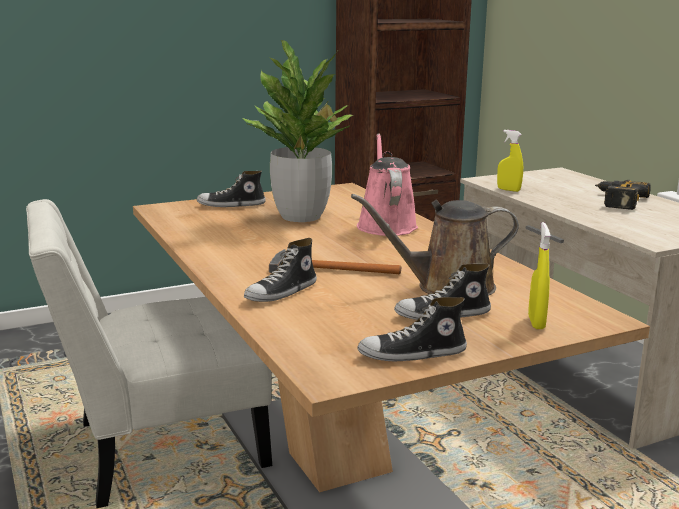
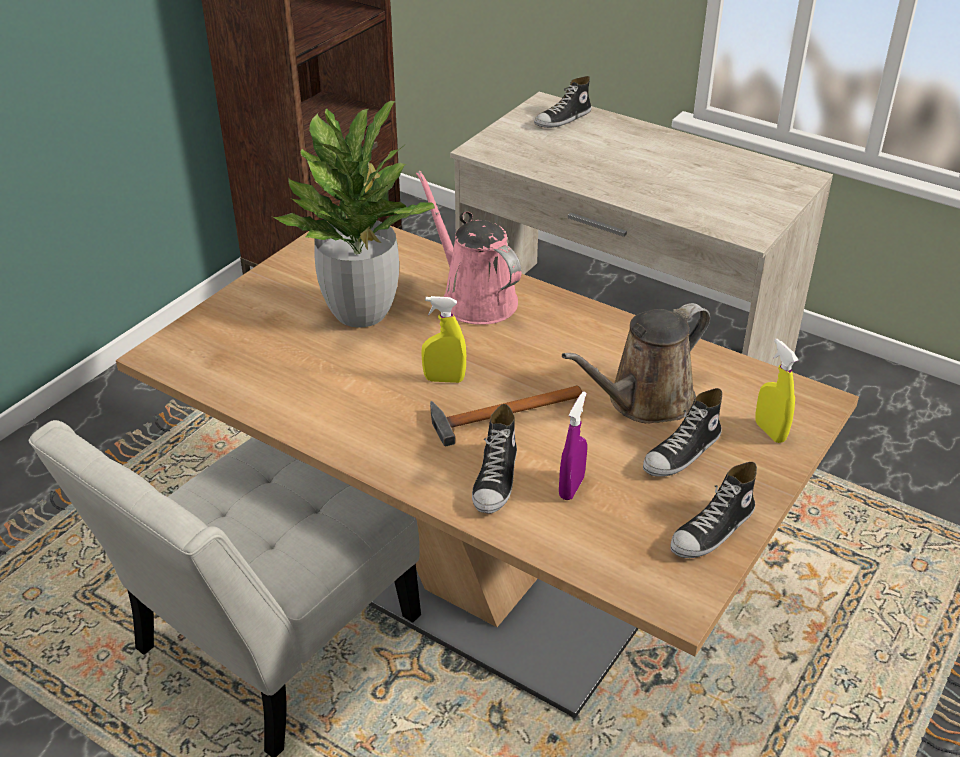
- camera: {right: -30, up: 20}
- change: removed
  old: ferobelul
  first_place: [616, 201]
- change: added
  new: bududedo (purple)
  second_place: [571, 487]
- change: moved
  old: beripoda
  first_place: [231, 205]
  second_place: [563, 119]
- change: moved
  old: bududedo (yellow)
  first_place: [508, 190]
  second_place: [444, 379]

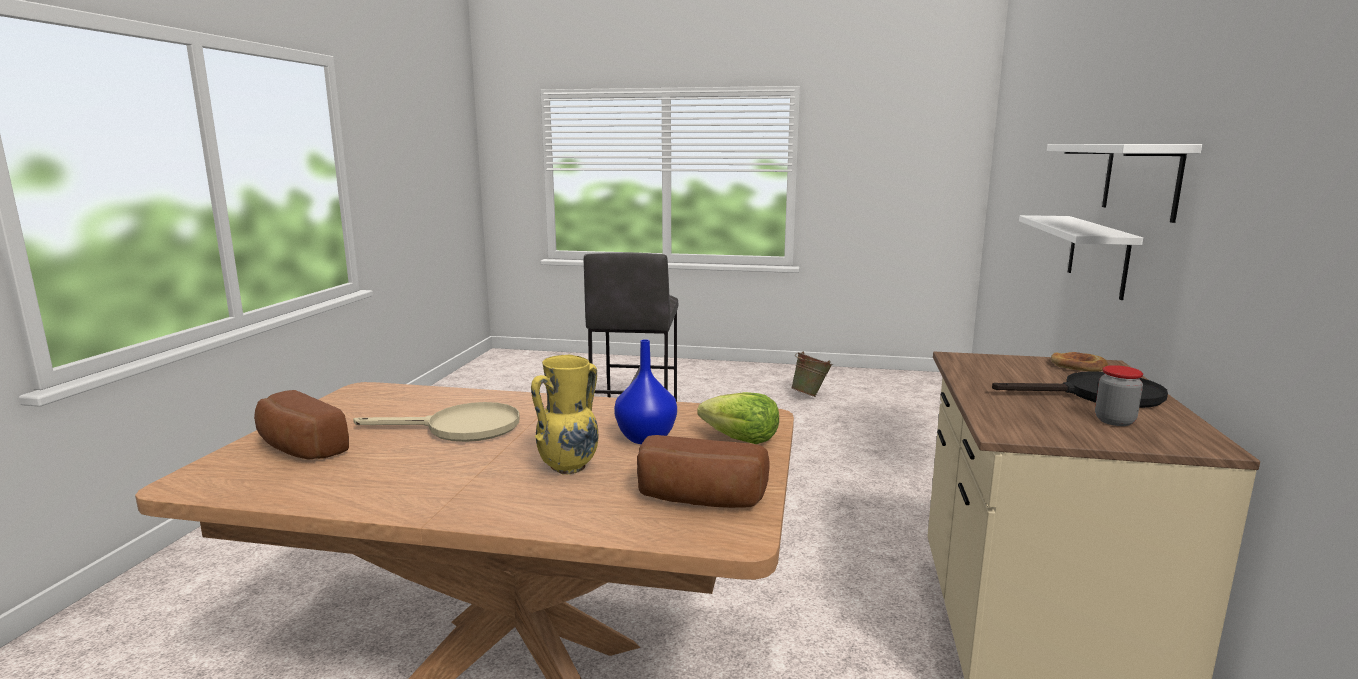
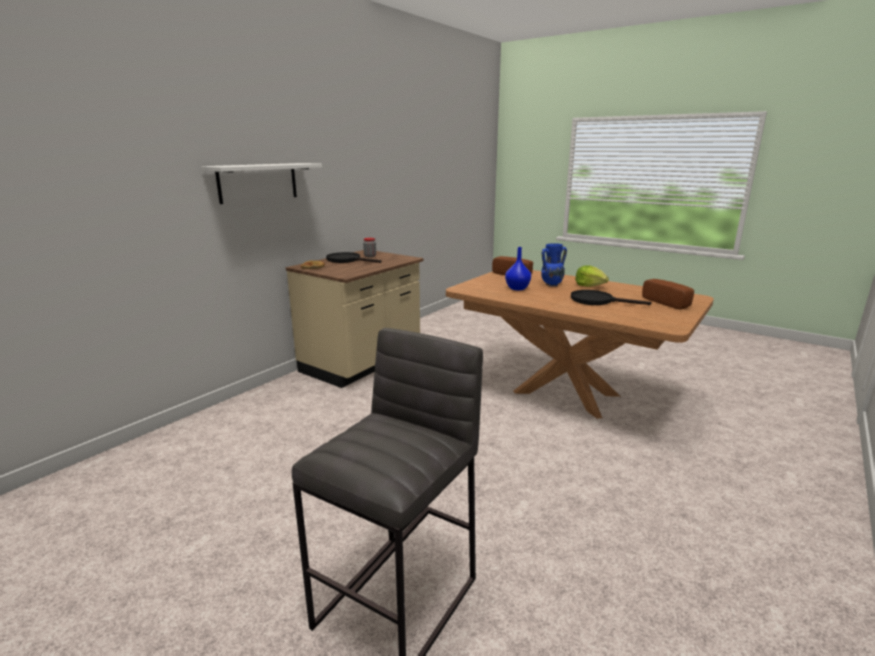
- camera: {right: -155, up: 5}
- change: removed
  old: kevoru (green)
  first_place: [810, 395]
- change: removed
  old: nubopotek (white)
  first_place: [1097, 255]
- change: moved
  old: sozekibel
  first_place: [741, 439]
  second_place: [590, 286]
- change: recoloured
  old: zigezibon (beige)
  new: zigezibon (black)
  first_place: [460, 428]
  second_place: [598, 301]
- change: recoloured
  old: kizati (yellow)
  new: kizati (blue)
  first_place: [569, 468]
  second_place: [551, 285]

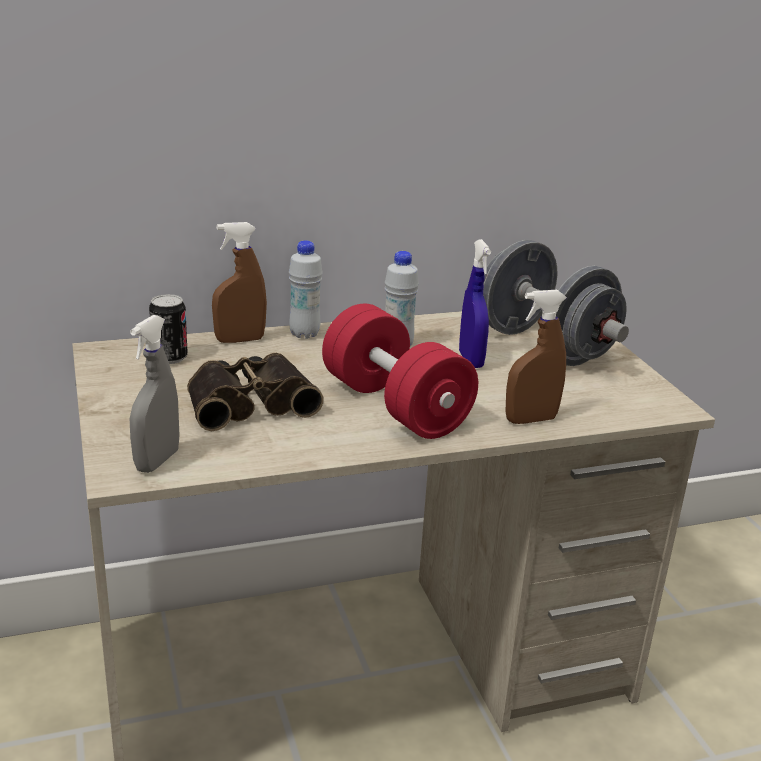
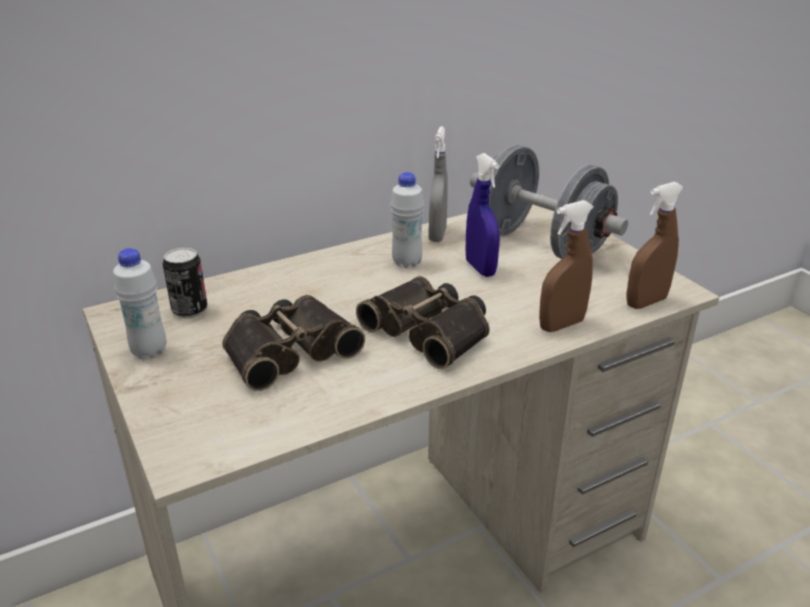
- camera: {right: -10, up: 5}
- change: moved
  old: bududedo (grey)
  first_place: [157, 461]
  second_place: [437, 235]
- change: moved
  old: bududedo (brown)
  first_place: [240, 340]
  second_place: [646, 302]
- change: moved
  old: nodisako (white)
  first_place: [304, 334]
  second_place: [149, 351]
- change: replaced
  old: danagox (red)
  new: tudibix
  first_place: [395, 406]
  second_place: [431, 330]

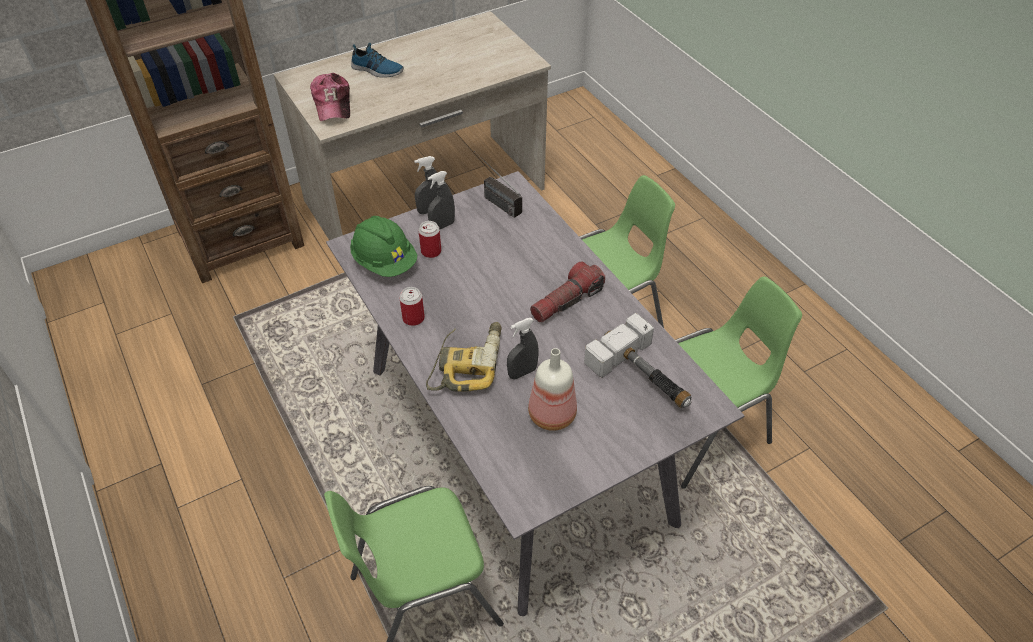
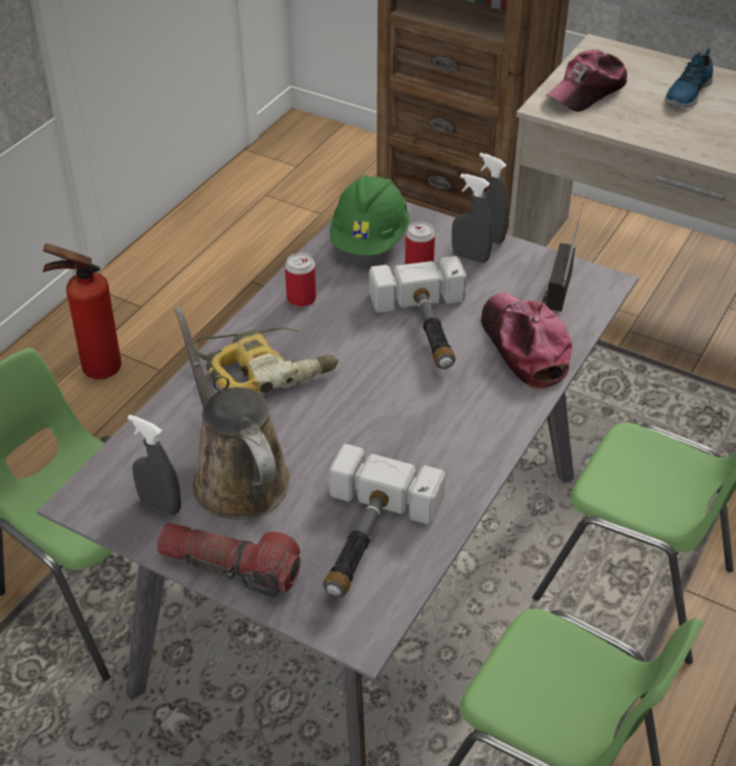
- camera: {right: 60, up: -5}
- change: added
  new: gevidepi
  second_place: [96, 369]
- change: added
  new: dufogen
  second_place: [428, 329]
- change: added
  new: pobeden
  second_place: [524, 346]
- change: moved
  old: bududedo (grey)
  first_place: [522, 372]
  second_place: [160, 505]
- change: moved
  old: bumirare
  first_place: [566, 301]
  second_place: [230, 567]
- change: replaced
  old: nodisako
  new: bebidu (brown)
  first_place: [553, 416]
  second_place: [236, 475]
- change: turned
  old: beripoda
  first_place: [377, 70]
  second_place: [687, 93]
  degrees: 45

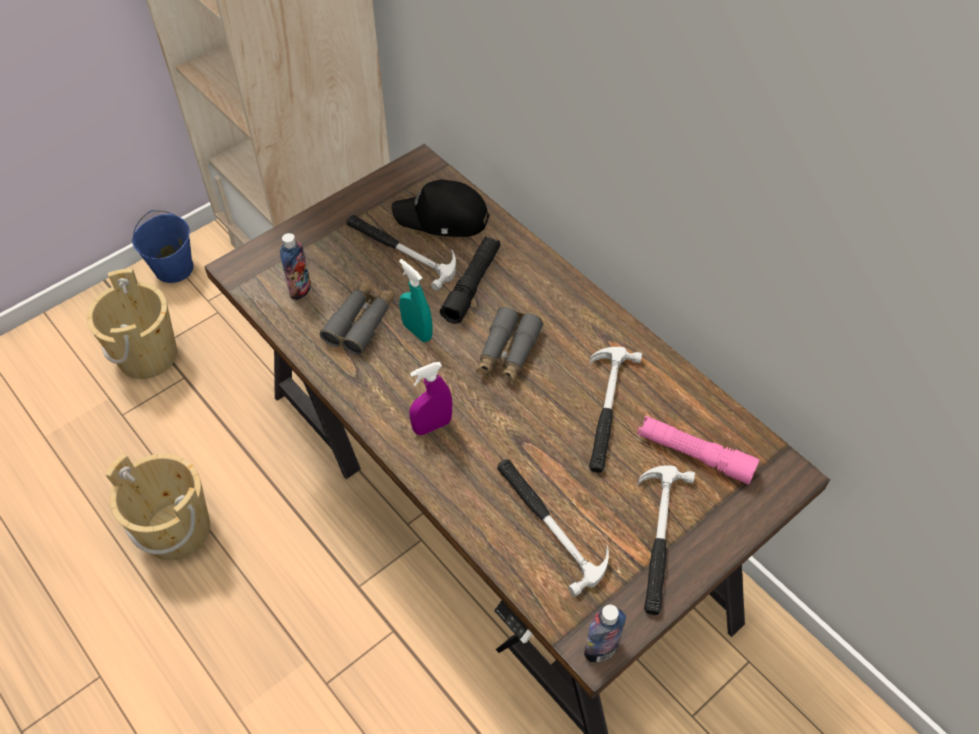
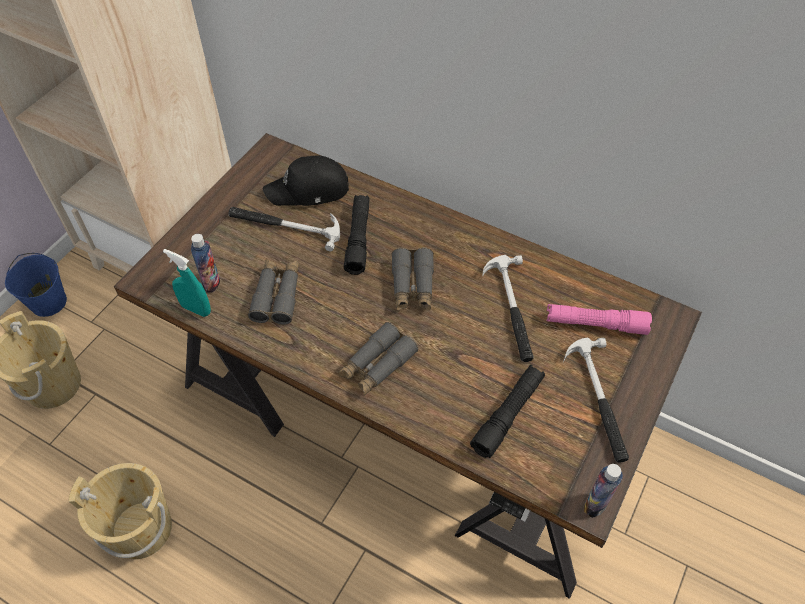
- camera: {right: -20, up: 0}
- change: moved
  old: bududedo (turquoise)
  first_place: [417, 331]
  second_place: [196, 309]
- change: replaced
  old: bududedo (purple)
  new: tudibix (grey)
  first_place: [432, 426]
  second_place: [377, 365]
- change: replaced
  old: dufogen
  new: bumirare (black)
  first_place: [549, 522]
  second_place: [508, 415]

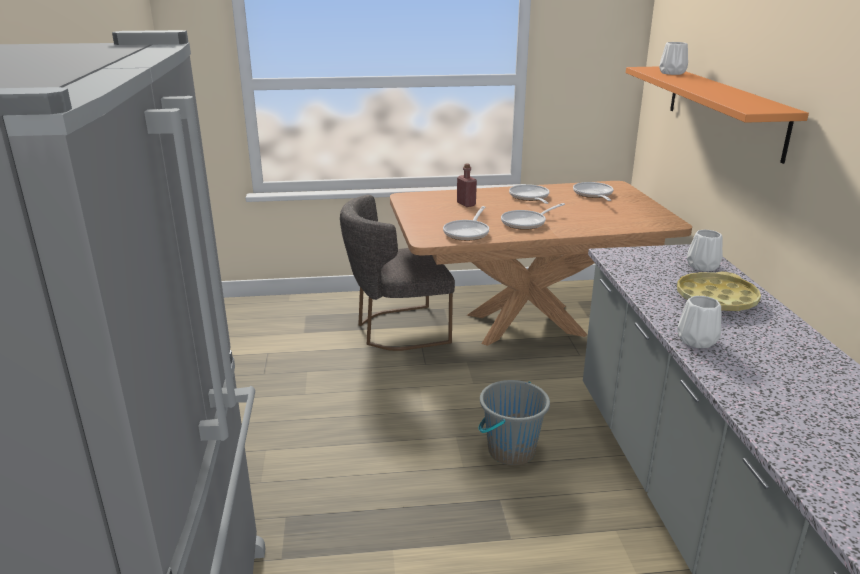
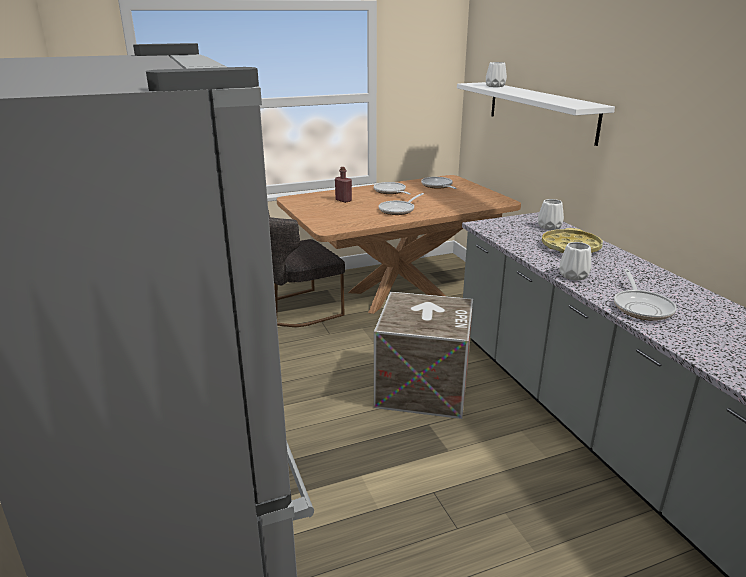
- camera: {right: -15, up: 0}
- change: moved
  old: zigezibon
  first_place: [468, 232]
  second_place: [641, 307]
- change: replaced
  old: kevoru (grey)
  new: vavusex
  first_place: [511, 451]
  second_place: [422, 388]
- change: recoloured
  old: nubopotek (orange)
  new: nubopotek (white)
  first_place: [723, 109]
  second_place: [540, 111]

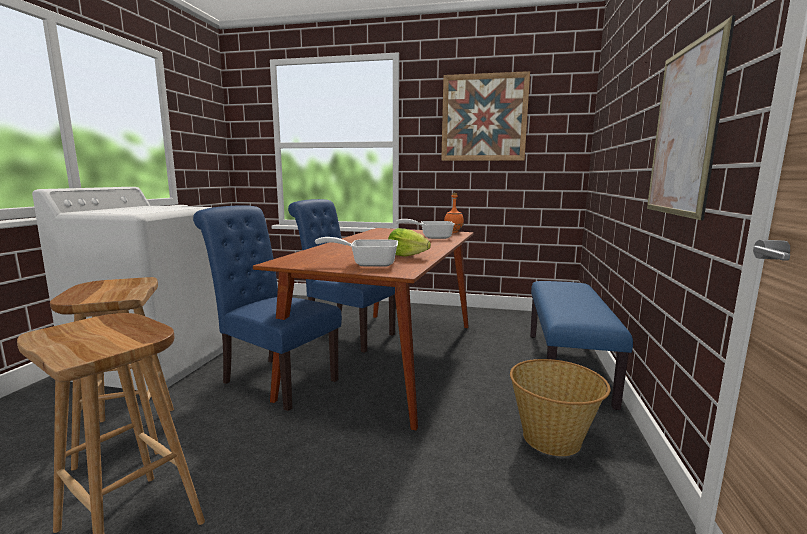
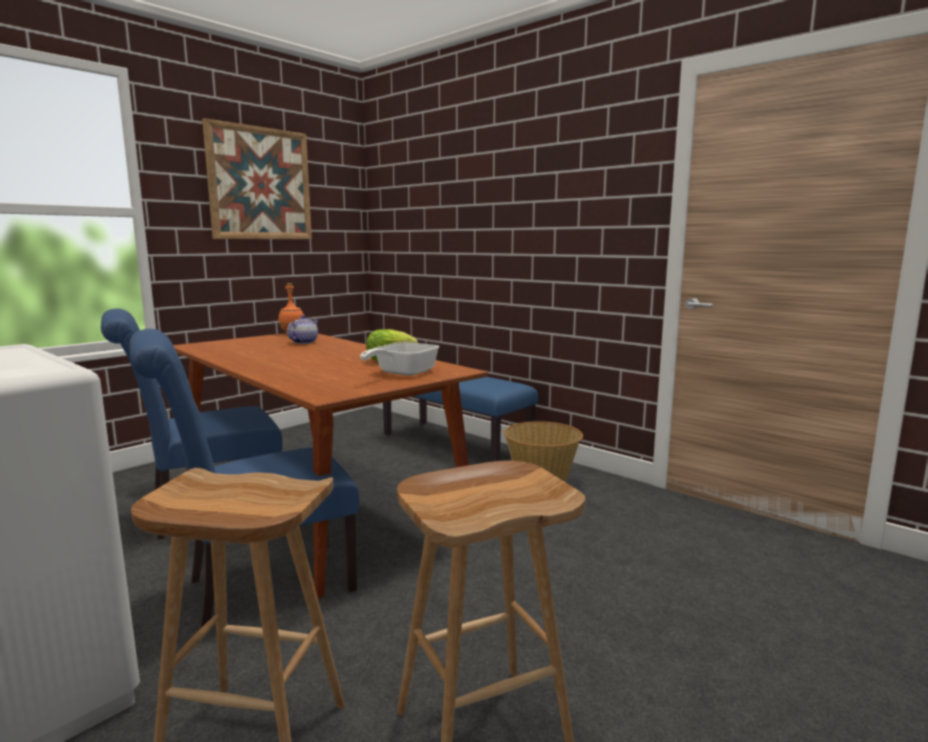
- camera: {right: -60, up: 0}
- change: removed
  old: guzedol
  first_place: [683, 131]
- change: replaced
  old: zigezibon
  new: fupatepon
  first_place: [431, 237]
  second_place: [303, 342]

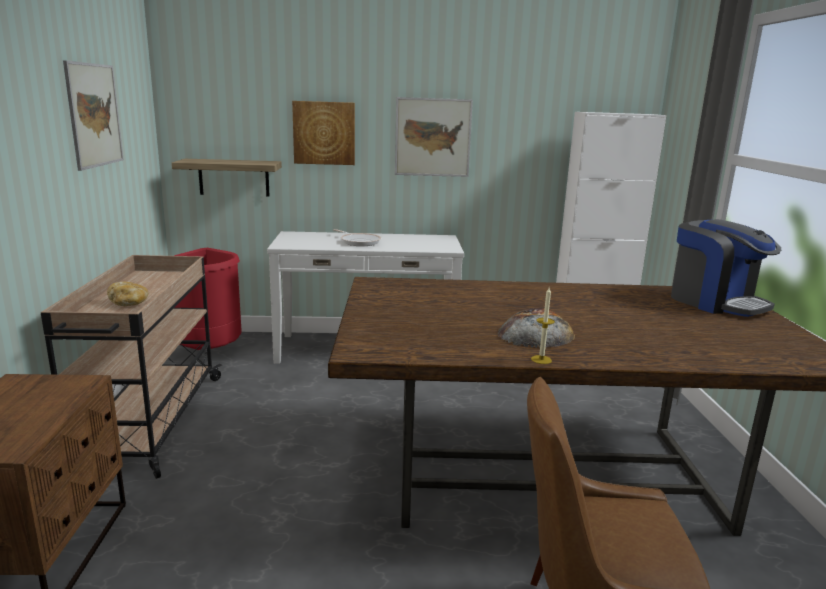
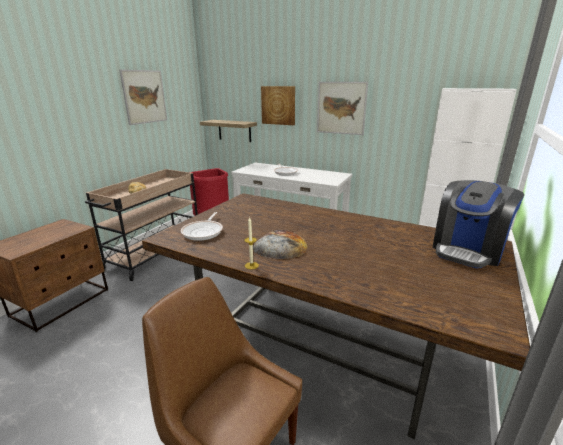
- camera: {right: 30, up: 5}
- change: added
  new: zigezibon
  second_place: [204, 232]
- change: turned
  old: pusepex
  first_place: [715, 302]
  second_place: [467, 250]
  degrees: 45

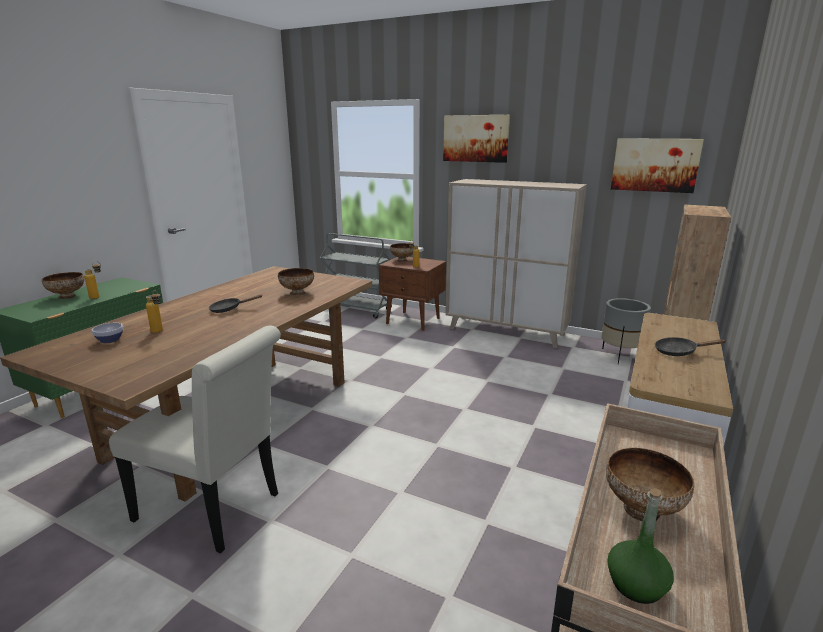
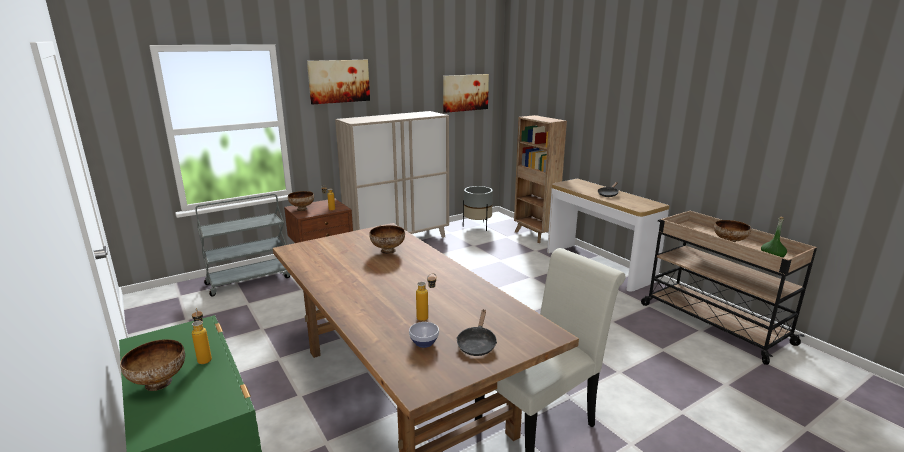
- camera: {right: -60, up: 0}
- change: moved
  old: zigezibon (black)
  first_place: [229, 309]
  second_place: [477, 344]

